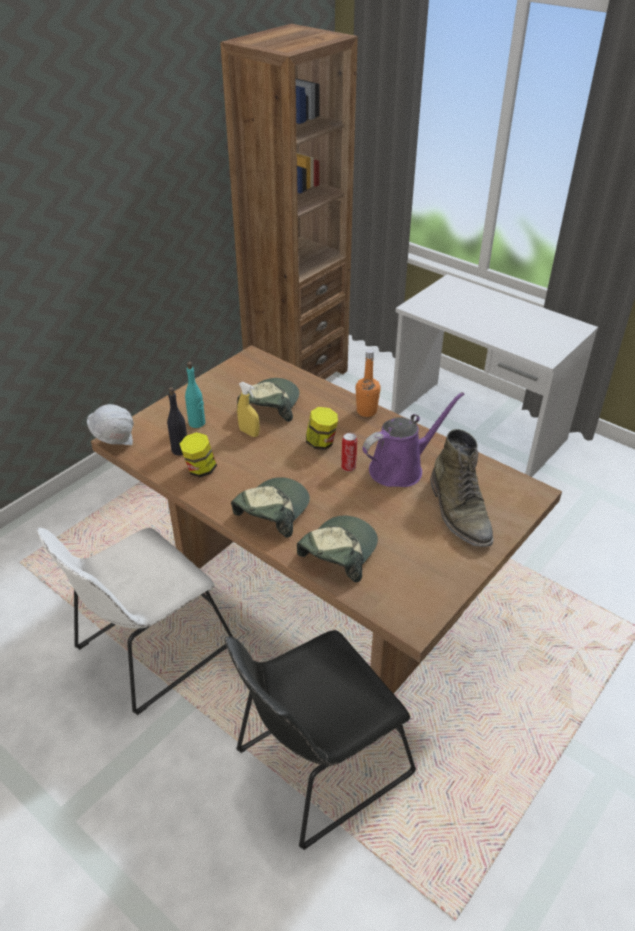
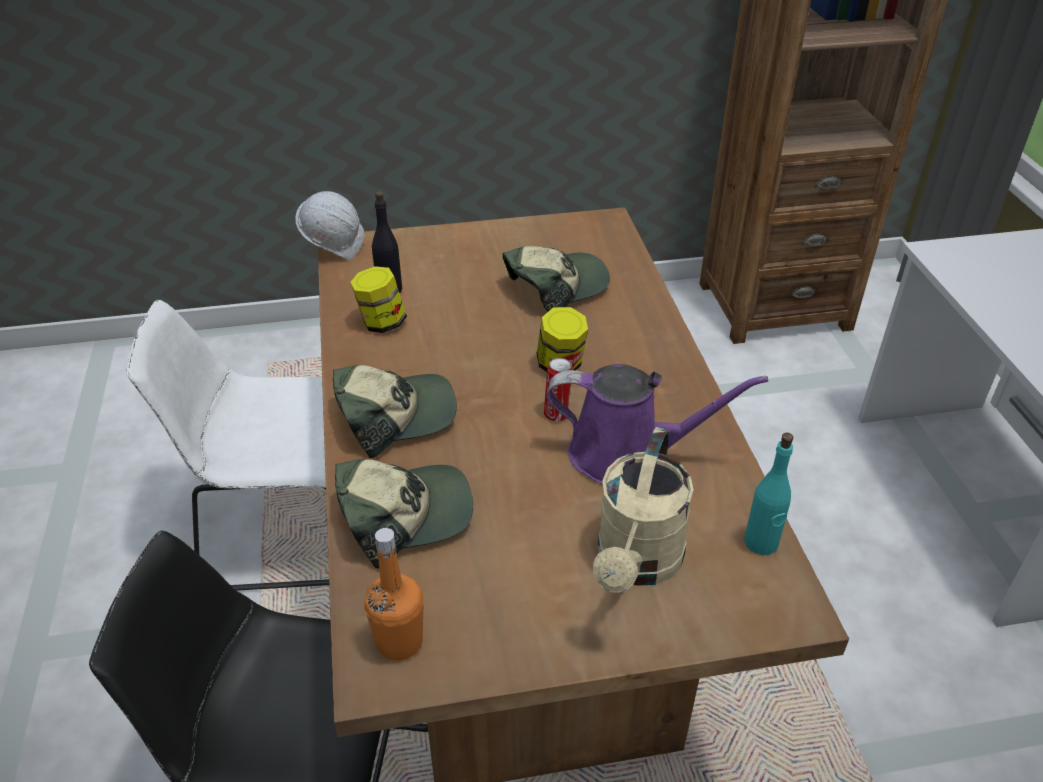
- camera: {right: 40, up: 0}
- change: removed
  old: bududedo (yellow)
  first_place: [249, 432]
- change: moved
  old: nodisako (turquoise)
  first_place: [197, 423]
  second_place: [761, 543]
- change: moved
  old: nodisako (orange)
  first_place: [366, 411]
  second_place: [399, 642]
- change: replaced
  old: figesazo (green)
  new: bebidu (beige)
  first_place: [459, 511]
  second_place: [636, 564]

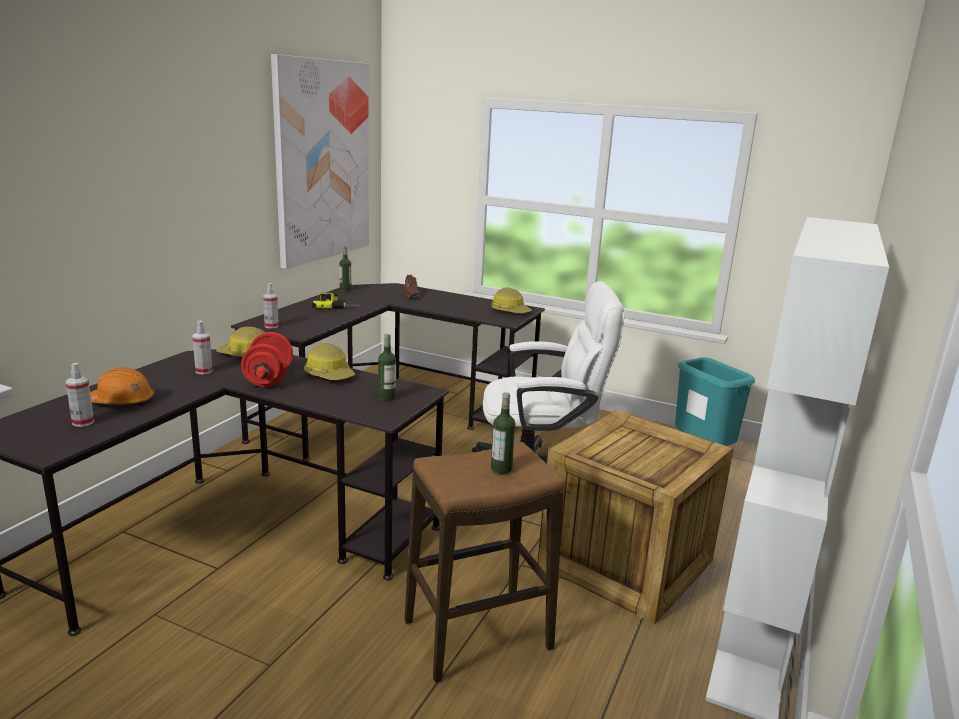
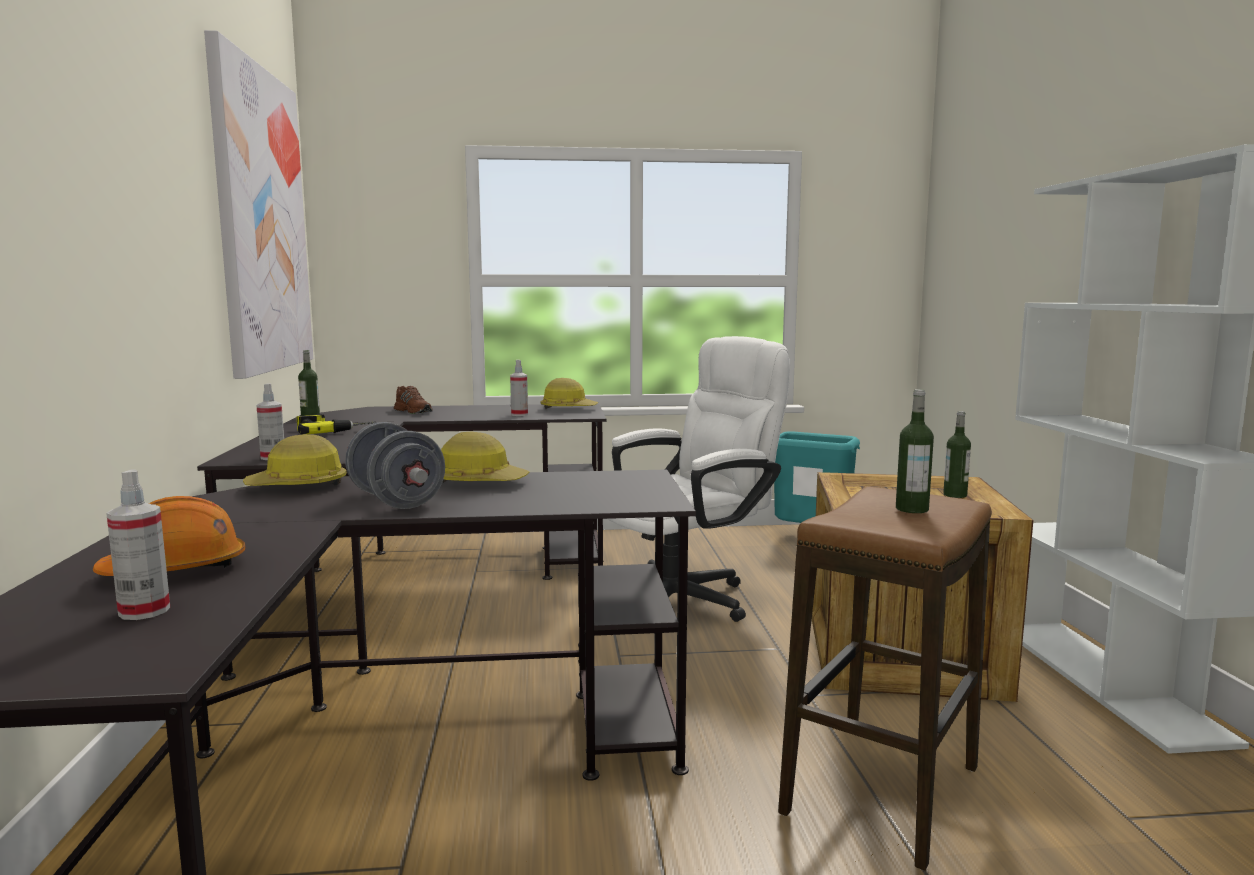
- camera: {right: -30, up: -10}
- change: moved
  old: bududedo
  first_place: [204, 371]
  second_place: [519, 414]
- change: moved
  old: nodisako
  first_place: [387, 397]
  second_place: [955, 495]
- change: recoloured
  old: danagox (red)
  new: danagox (grey)
  first_place: [268, 379]
  second_place: [396, 500]

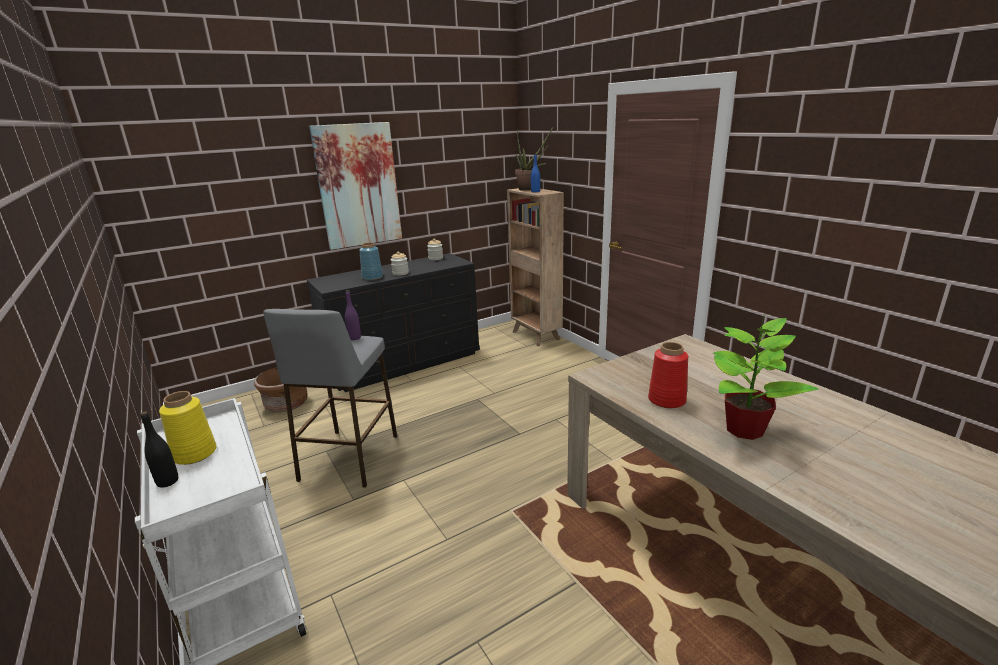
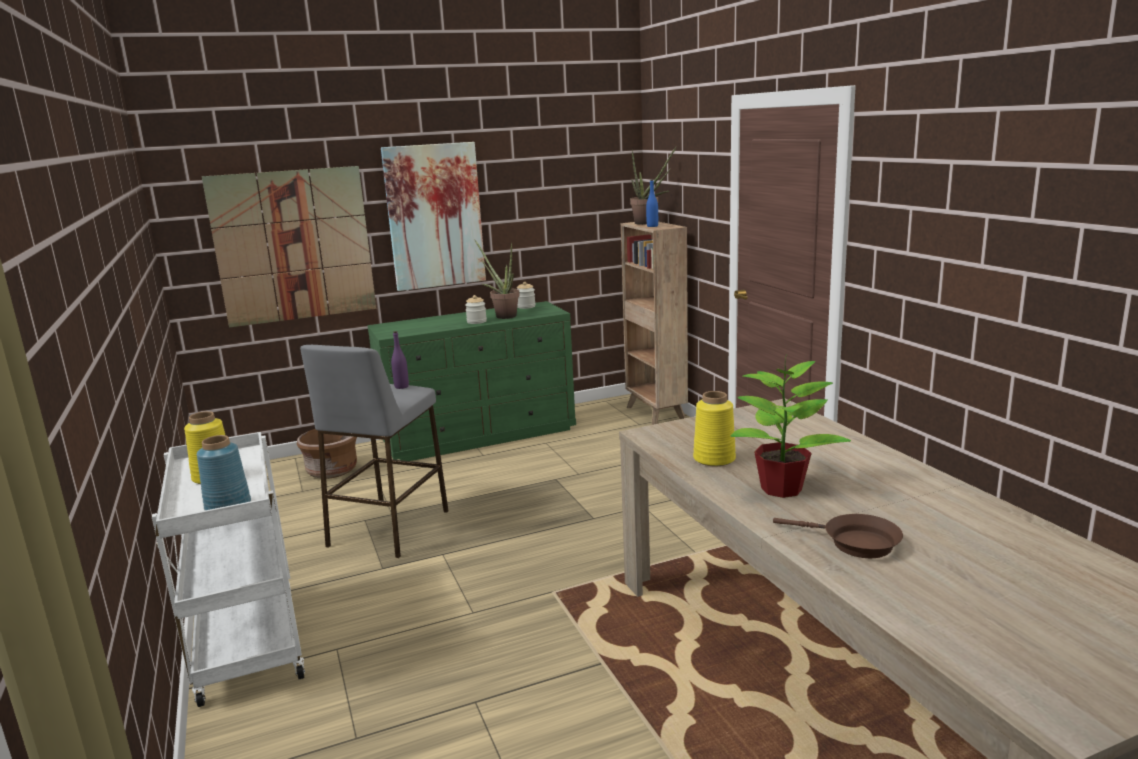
- camera: {right: 10, up: -5}
- change: removed
  old: nodisako (black)
  first_place: [167, 481]
- change: added
  new: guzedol
  second_place: [293, 246]
- change: added
  new: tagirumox
  second_place: [502, 316]
- change: added
  new: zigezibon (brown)
  second_place: [854, 543]
- change: moved
  old: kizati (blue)
  first_place: [373, 277]
  second_place: [229, 506]
- change: recoloured
  old: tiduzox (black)
  new: tiduzox (green)
  first_place: [405, 363]
  second_place: [481, 435]
- change: recoloured
  old: kizati (red)
  new: kizati (yellow)
  first_place: [666, 400]
  second_place: [713, 459]

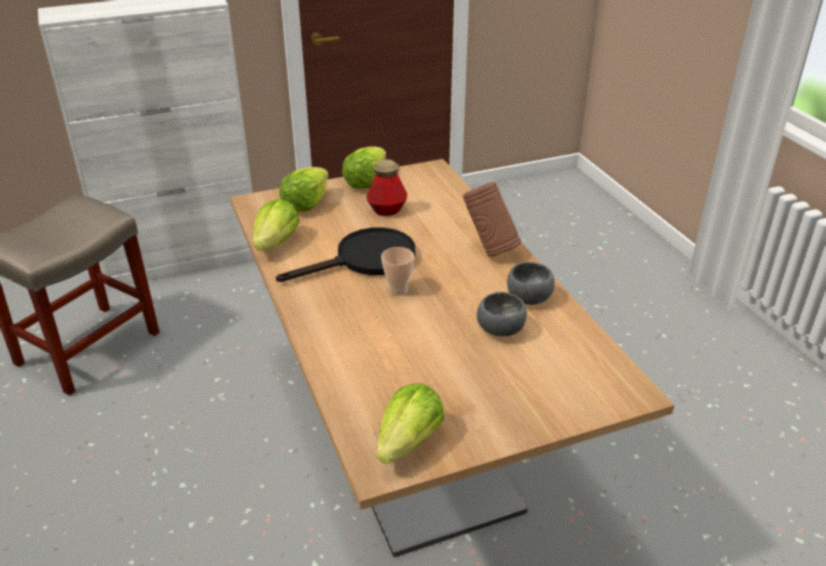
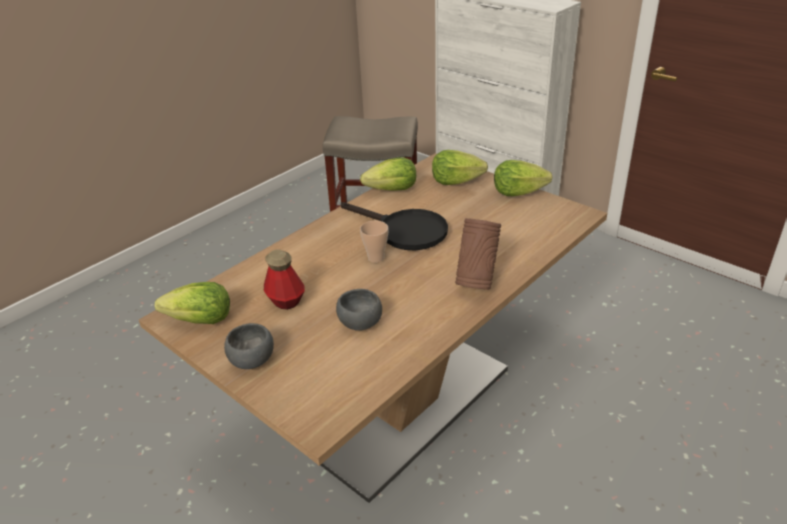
- camera: {right: 65, up: 0}
- change: moved
  old: nodisako
  first_place: [387, 210]
  second_place: [286, 301]
- change: moved
  old: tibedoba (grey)
  first_place: [527, 297]
  second_place: [253, 359]

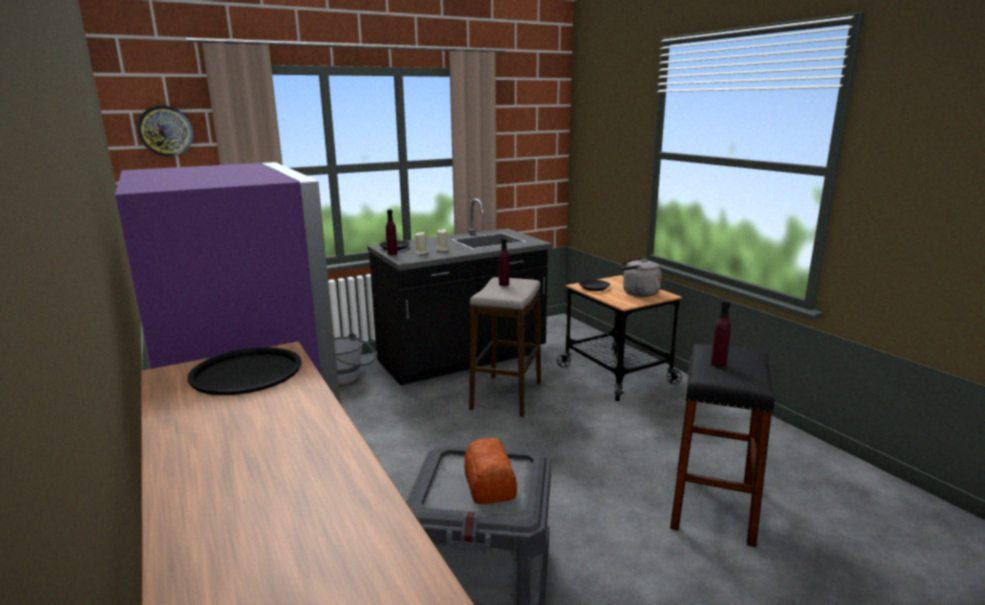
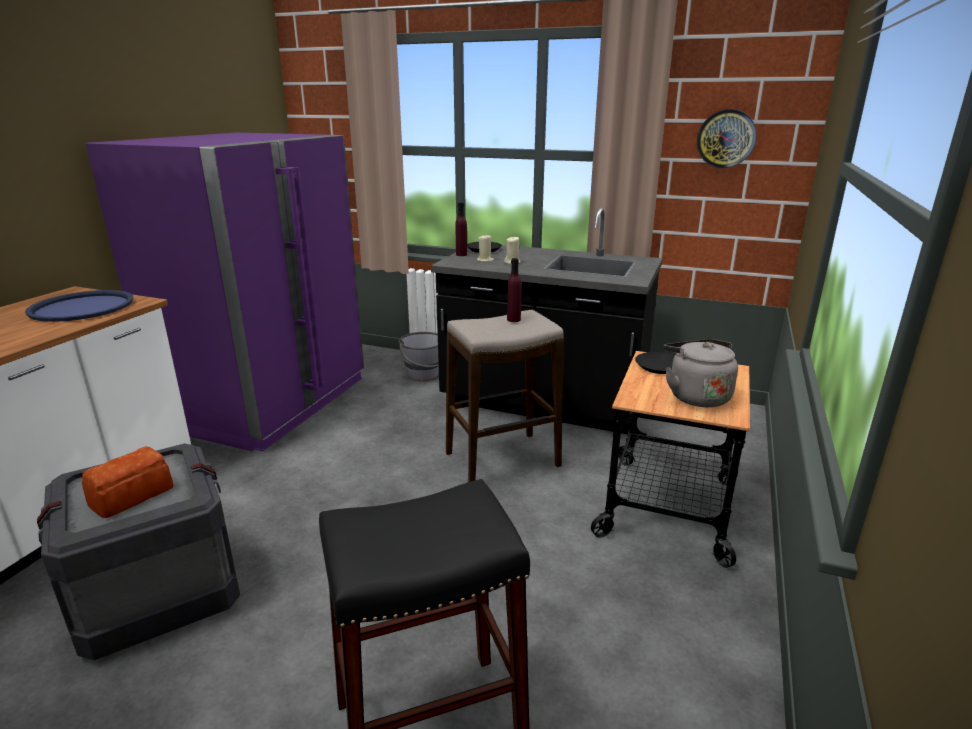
- camera: {right: 50, up: 5}
- change: removed
  old: nodisako (purple)
  first_place: [718, 364]
- change: moved
  old: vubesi
  first_place: [165, 131]
  second_place: [726, 138]
- change: recoloured
  old: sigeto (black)
  new: sigeto (blue)
  first_place: [246, 372]
  second_place: [82, 307]

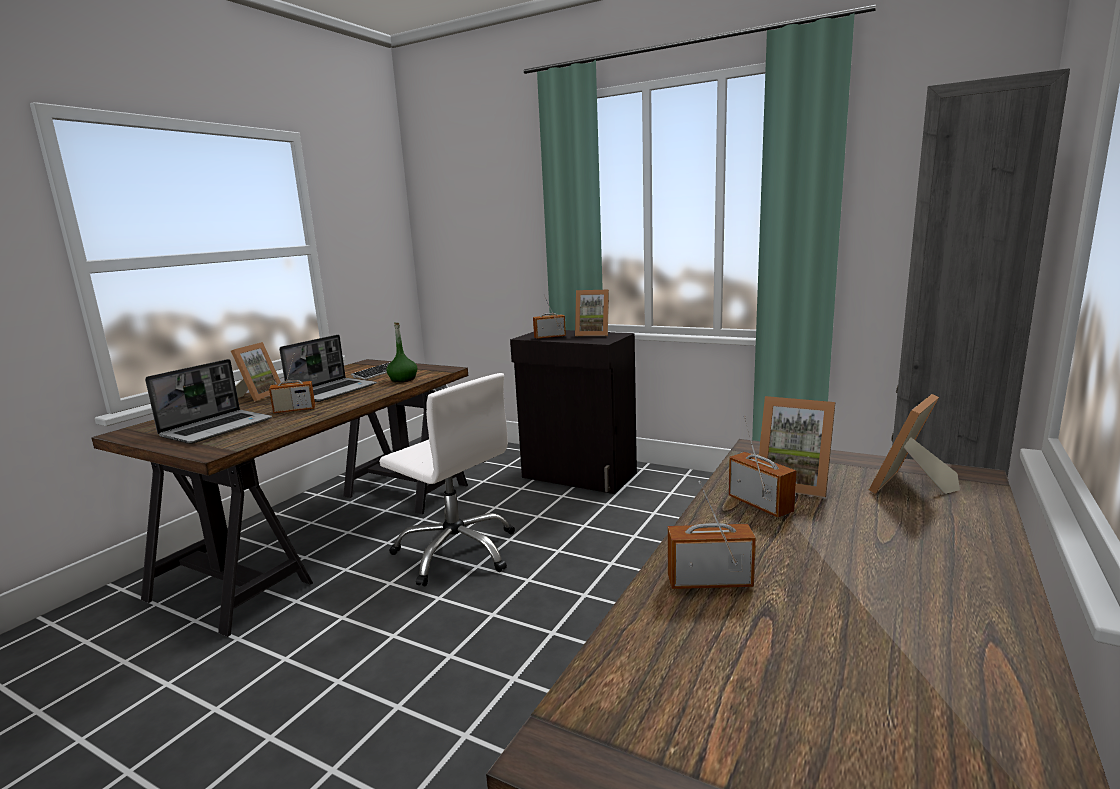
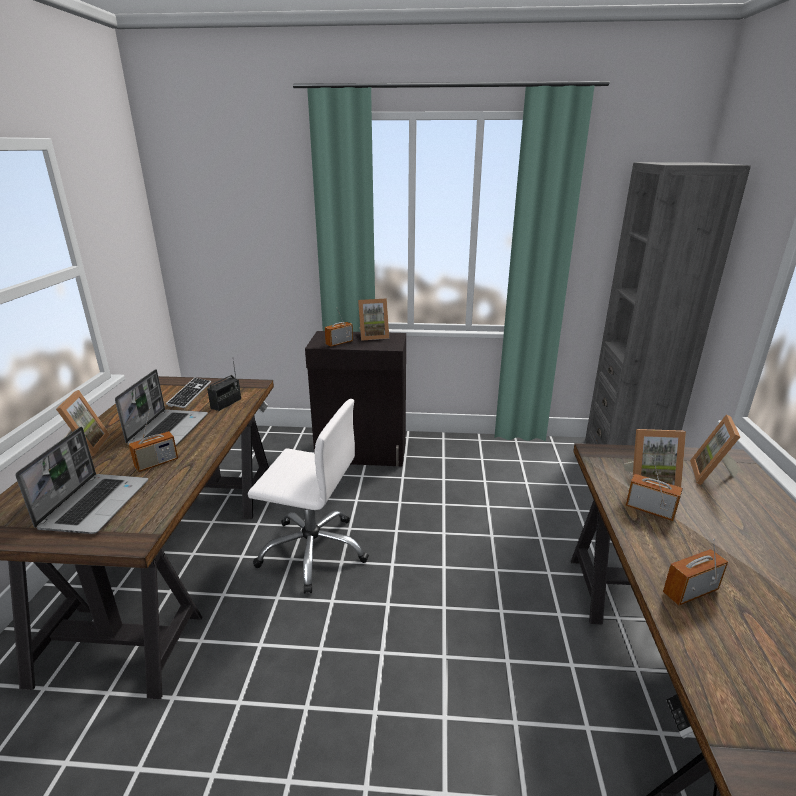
- camera: {right: -25, up: 10}
- change: replaced
  old: nodisako (green)
  new: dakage
  first_place: [403, 379]
  second_place: [226, 403]

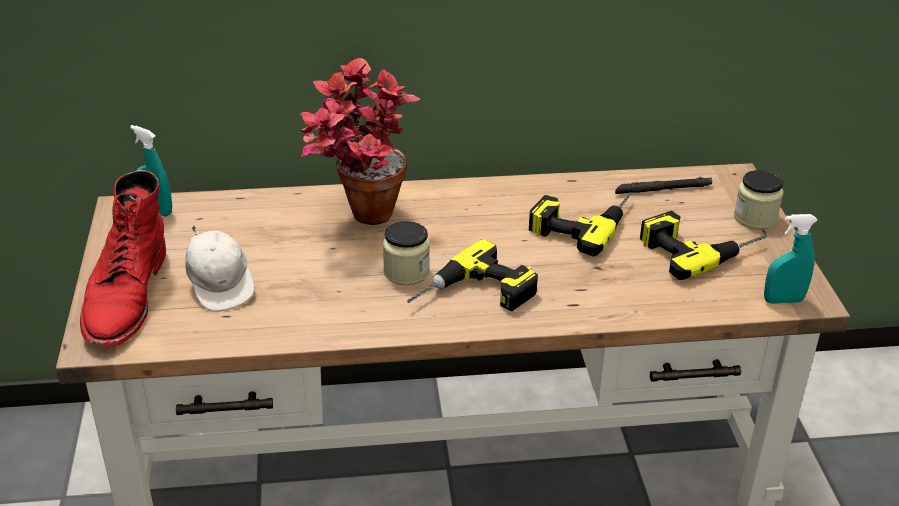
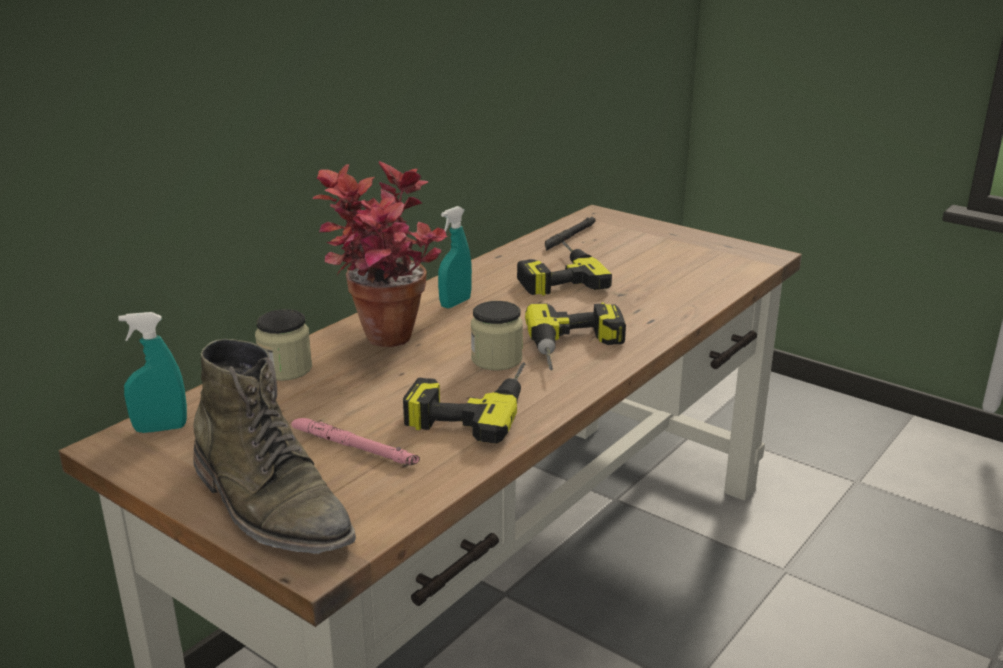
- camera: {right: -45, up: -10}
- change: moved
  old: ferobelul
  first_place: [699, 247]
  second_place: [470, 405]
- change: moved
  old: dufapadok
  first_place: [755, 218]
  second_place: [286, 369]
- change: moved
  old: bududedo (turquoise)
  first_place: [783, 300]
  second_place: [455, 303]
- change: replaced
  old: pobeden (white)
  new: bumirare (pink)
  first_place: [220, 286]
  second_place: [354, 447]
- change: recoloured
  old: figesazo (red)
  new: figesazo (green)
  first_place: [126, 296]
  second_place: [270, 505]

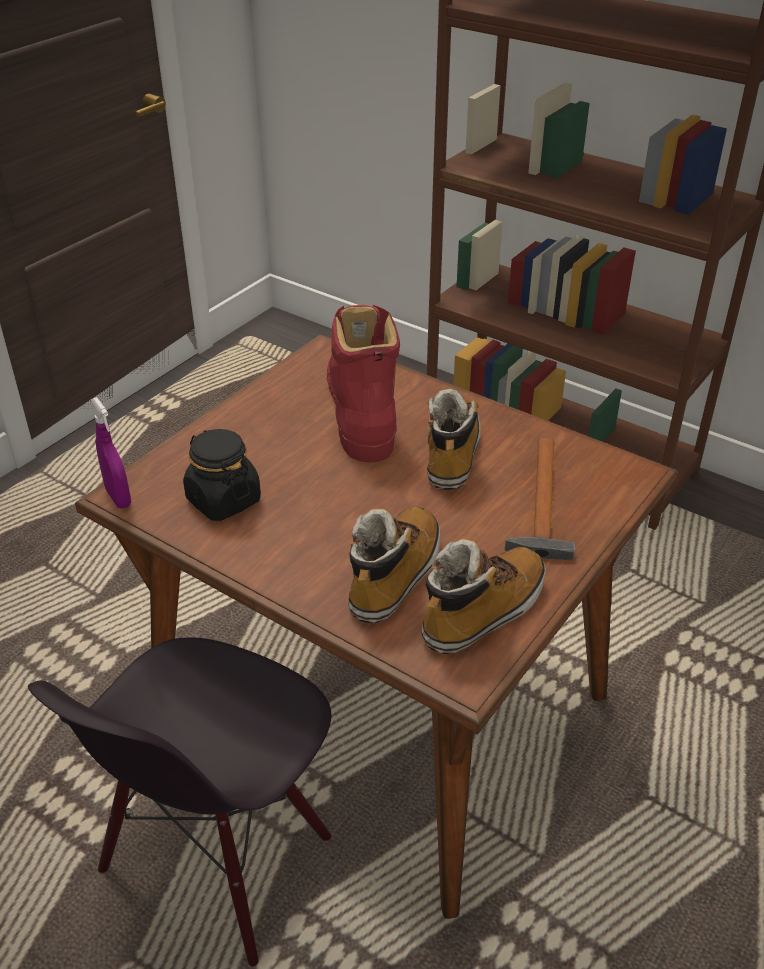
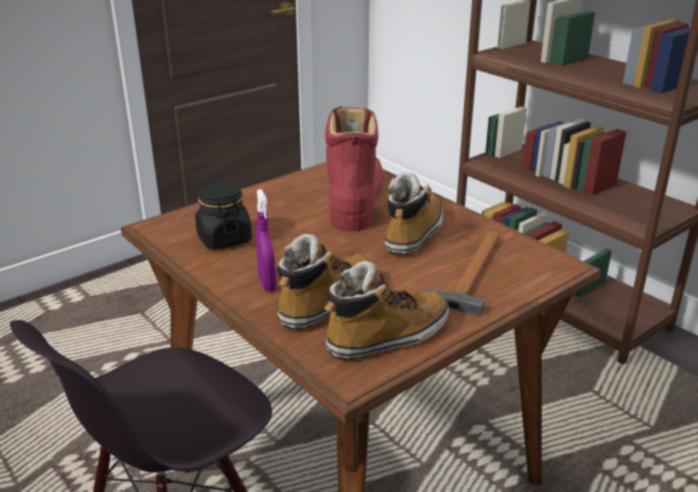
- camera: {right: 15, up: -10}
- change: moved
  old: bududedo (purple)
  first_place: [118, 498]
  second_place: [267, 283]

